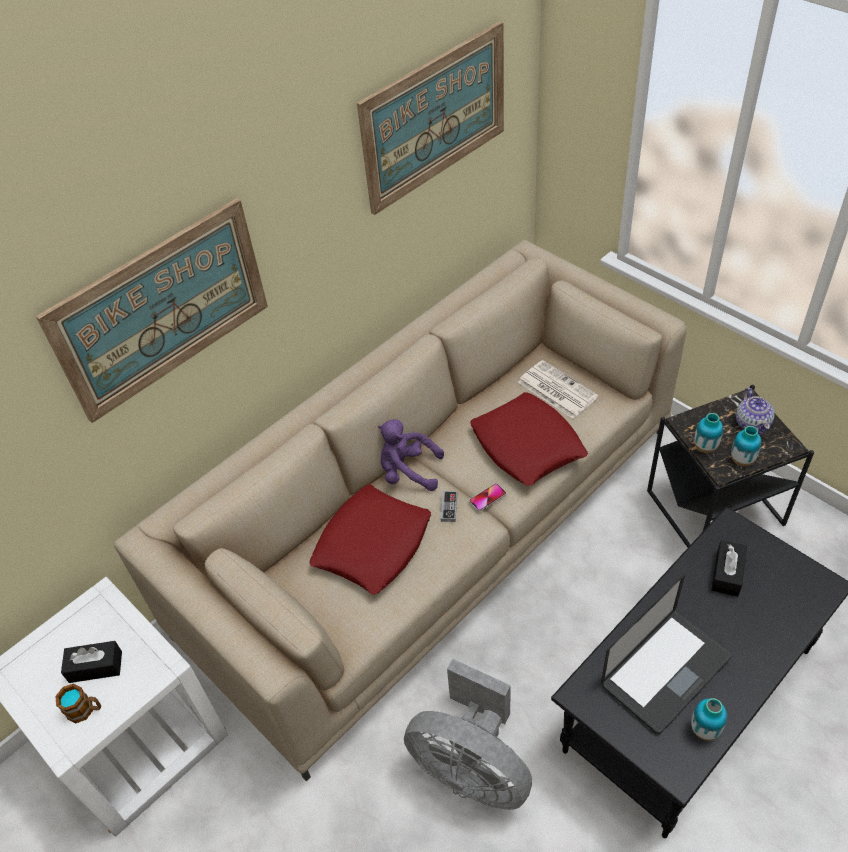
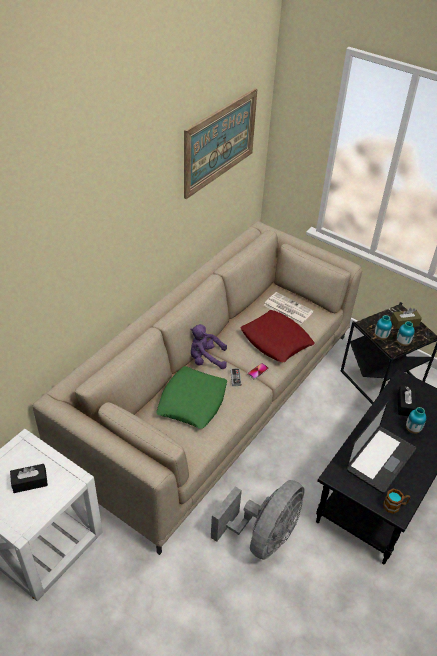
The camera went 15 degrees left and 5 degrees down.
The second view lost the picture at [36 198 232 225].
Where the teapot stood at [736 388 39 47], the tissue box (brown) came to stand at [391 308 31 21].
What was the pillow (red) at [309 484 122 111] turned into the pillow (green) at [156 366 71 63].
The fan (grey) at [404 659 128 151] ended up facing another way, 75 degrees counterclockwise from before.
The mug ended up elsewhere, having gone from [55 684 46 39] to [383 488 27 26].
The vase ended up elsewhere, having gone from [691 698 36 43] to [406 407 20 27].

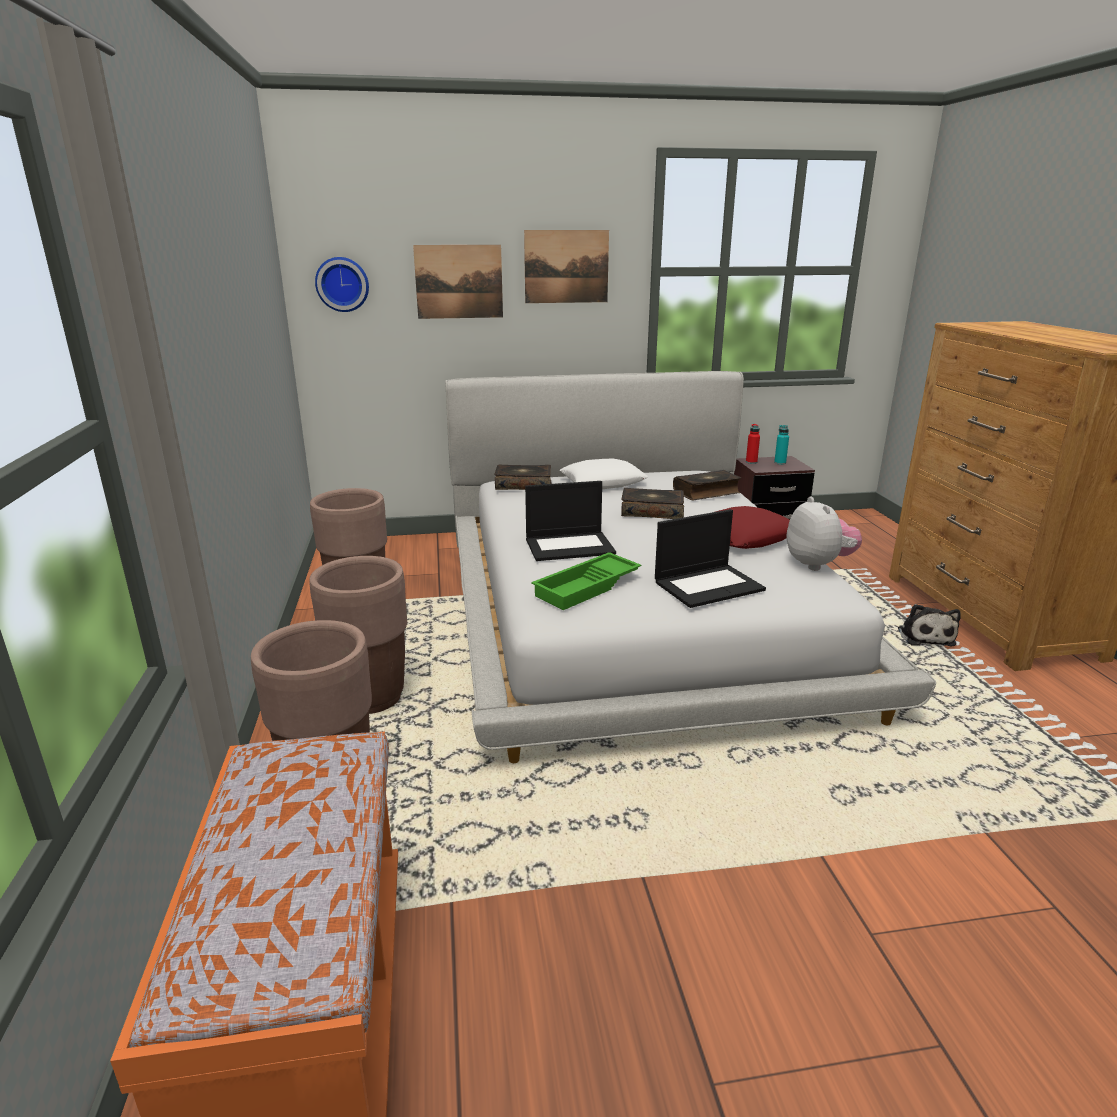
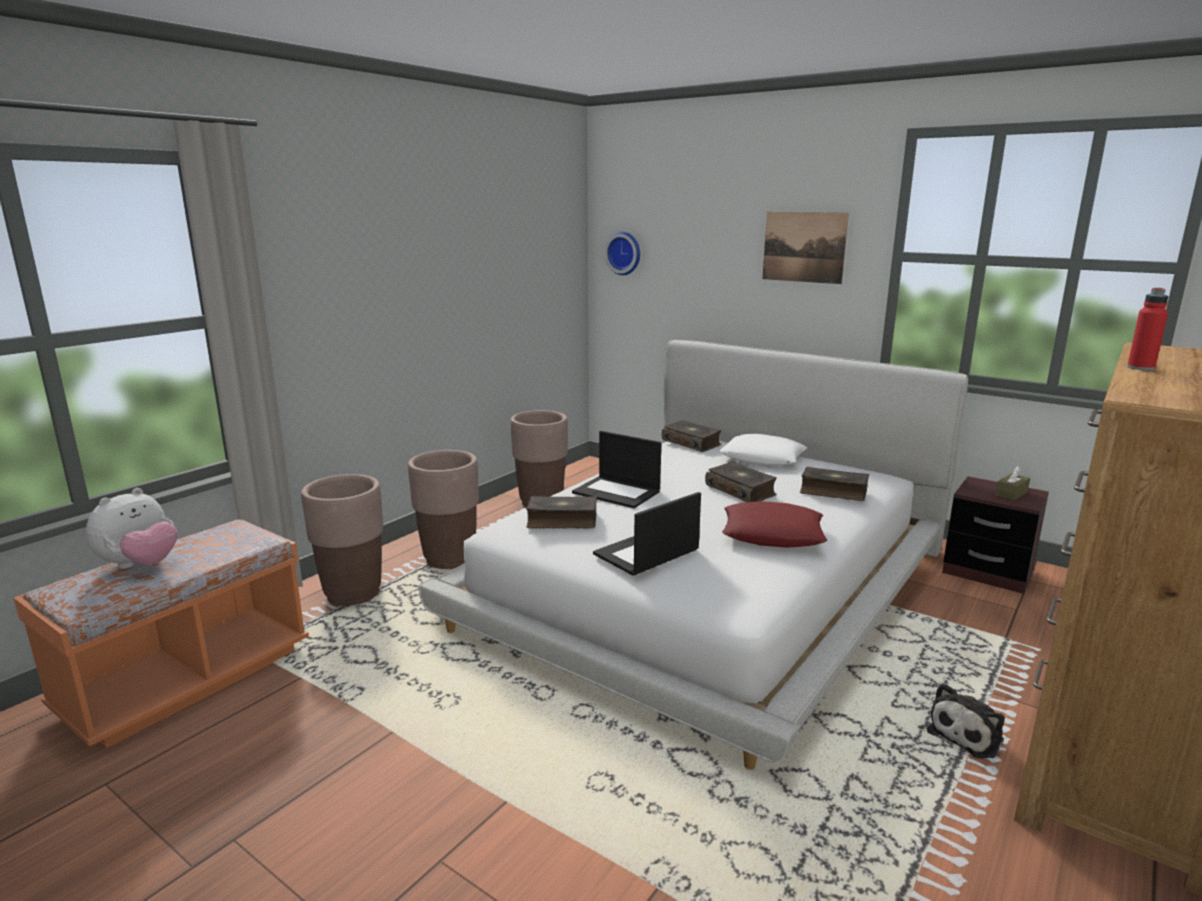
The camera went 45 degrees right and 5 degrees down.
The second view lost the picture at [413 245 90 74].
The bottle (red) ended up elsewhere, having gone from [746 424 14 40] to [1127 288 41 83].
Where the bottle (turquoise) stood at [774 425 15 40], the tissue box (brown) came to stand at [995 466 35 34].
The plush toy ended up elsewhere, having gone from [787 496 75 75] to [86 488 91 81].
The laptop at [655 509 111 99] ended up facing another way, 120 degrees clockwise from before.
Where the tray (green) stood at [531 552 110 58], the book came to stand at [526 496 71 33].

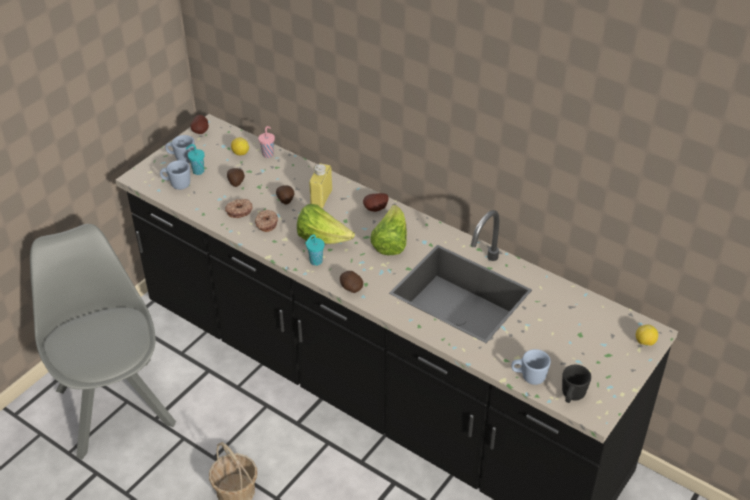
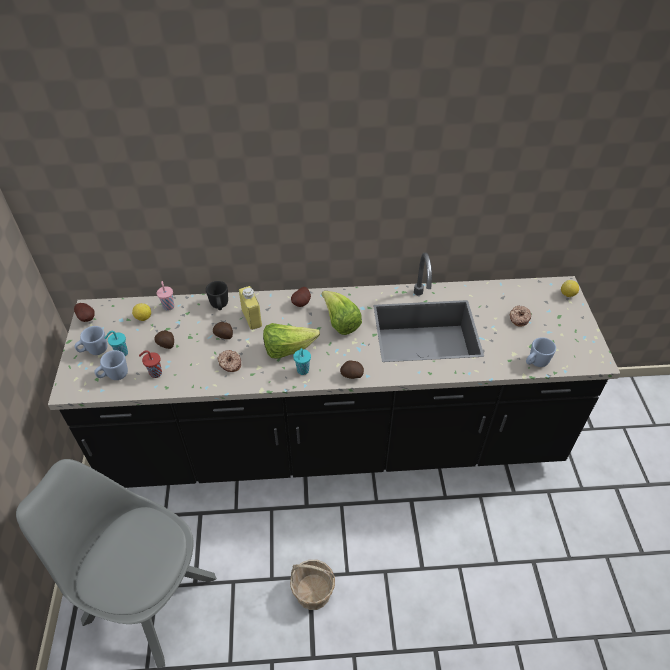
The camera went 40 degrees left and 5 degrees up.
The donut ended up elsewhere, having gone from [225 199 28 19] to [509 305 23 22].
The mug (black) ended up elsewhere, having gone from [562 365 29 38] to [206 281 22 29].
The second view gained the cup (red) at [139 350 23 28].

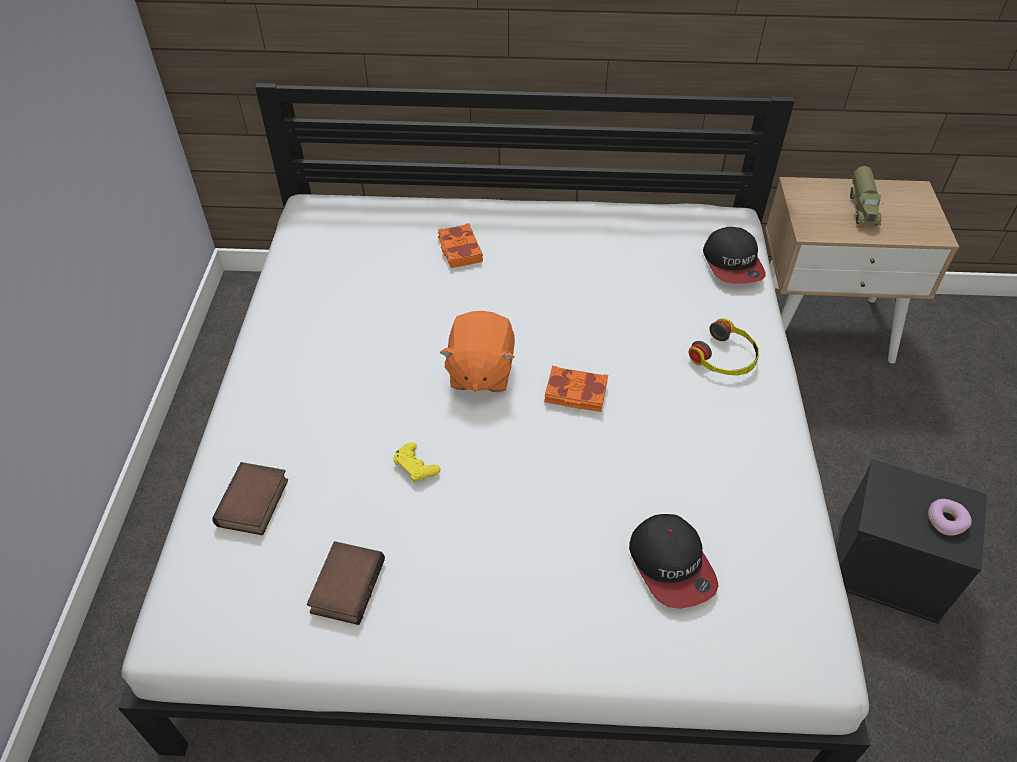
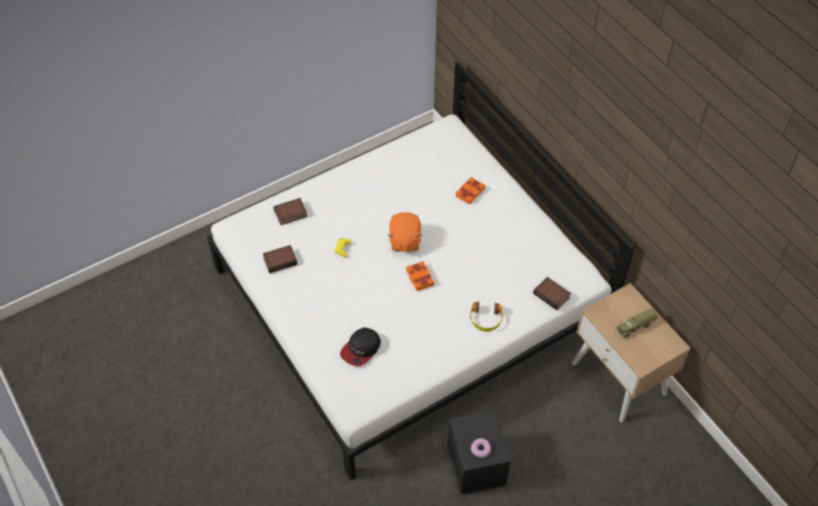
The camera went 55 degrees right and 5 degrees up.
Where the cap stood at [703 227 63 57], the book came to stand at [533 277 38 33].
The plush toy (orange) at [440 311 75 81] ended up facing another way, 60 degrees counterclockwise from before.

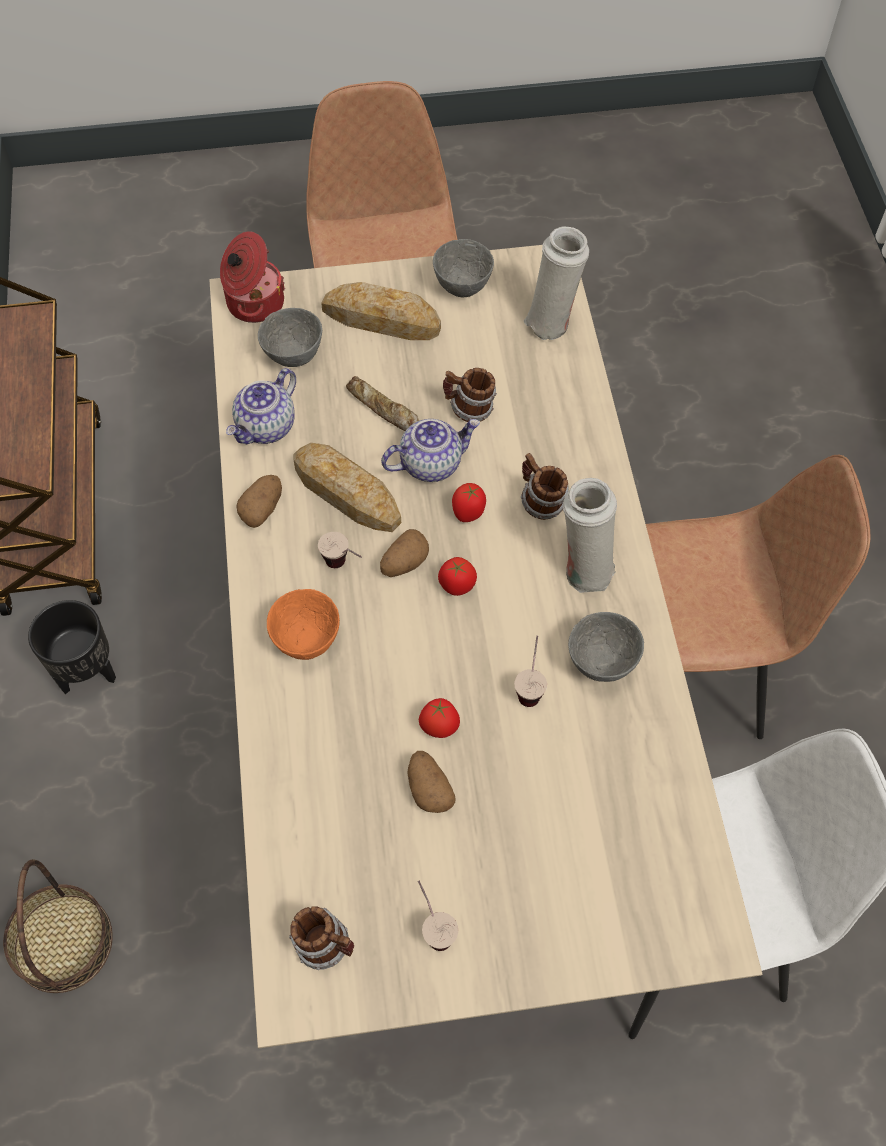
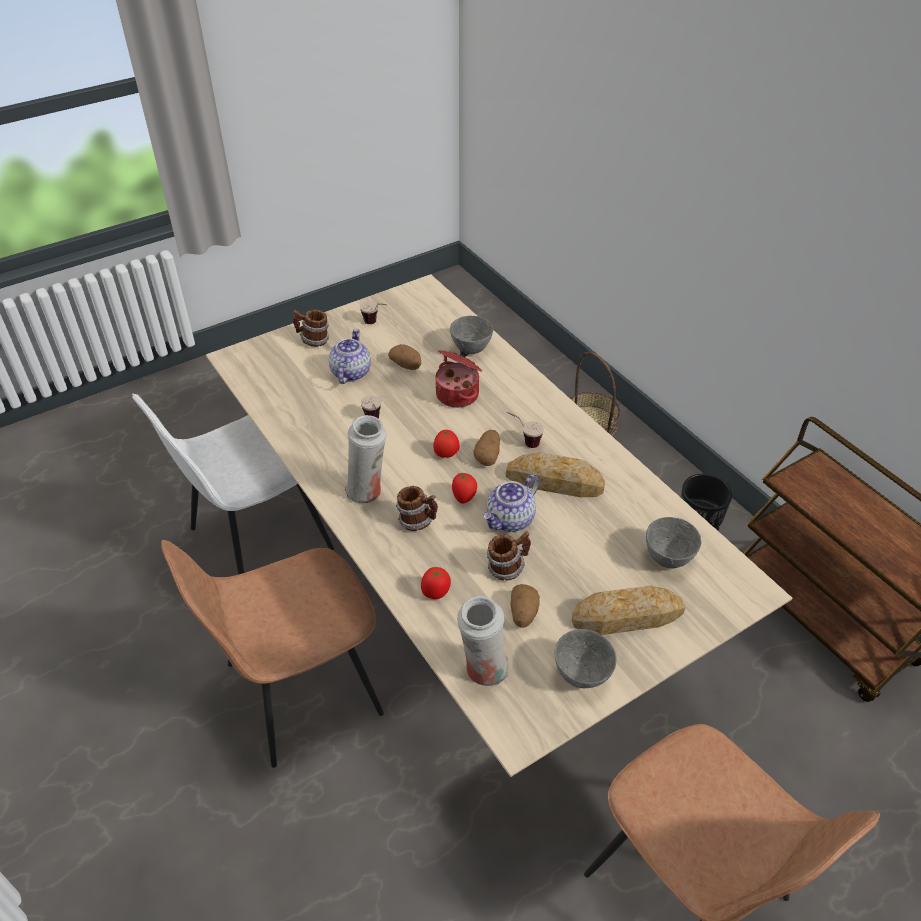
The camera went 155 degrees right and 15 degrees down.
The cooking pot ended up elsewhere, having gone from [220 231 65 92] to [436 348 47 60].
The teapot ended up elsewhere, having gone from [226 368 70 76] to [329 329 42 55].
The second view lost the bread at [346 376 73 55].
The potato ended up elsewhere, having gone from [236 475 46 53] to [511 584 29 44].
The second view lost the bowl (orange) at [267 589 73 71].
The bowl (grey) ended up elsewhere, having gone from [568 612 76 70] to [450 316 43 38].
The tomato ended up elsewhere, having gone from [419 698 41 40] to [421 567 30 32].
The mug ended up elsewhere, having gone from [289 906 65 64] to [293 309 36 38].

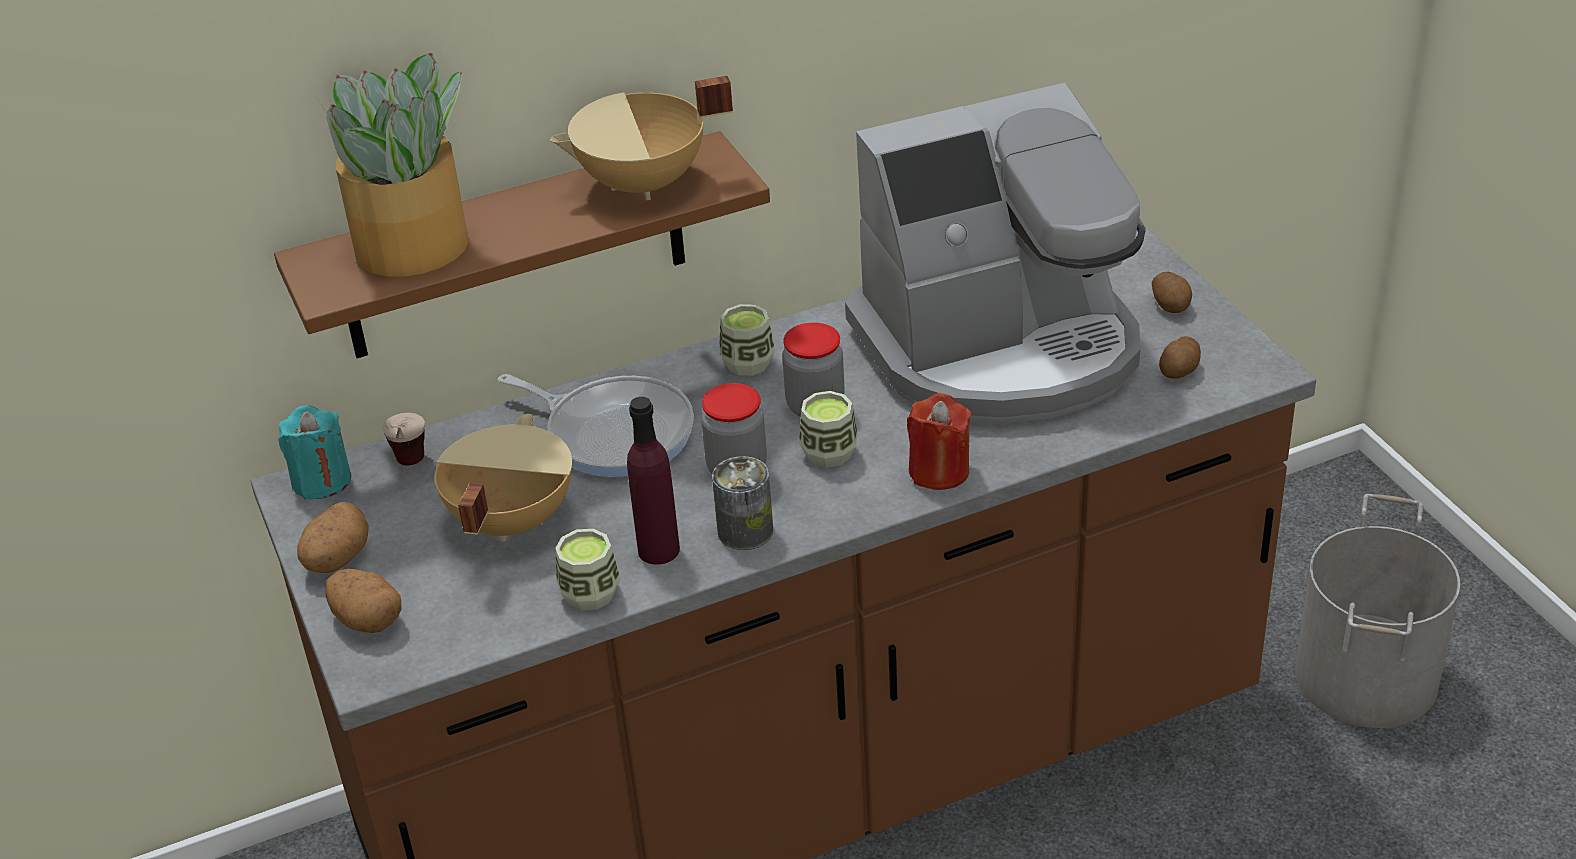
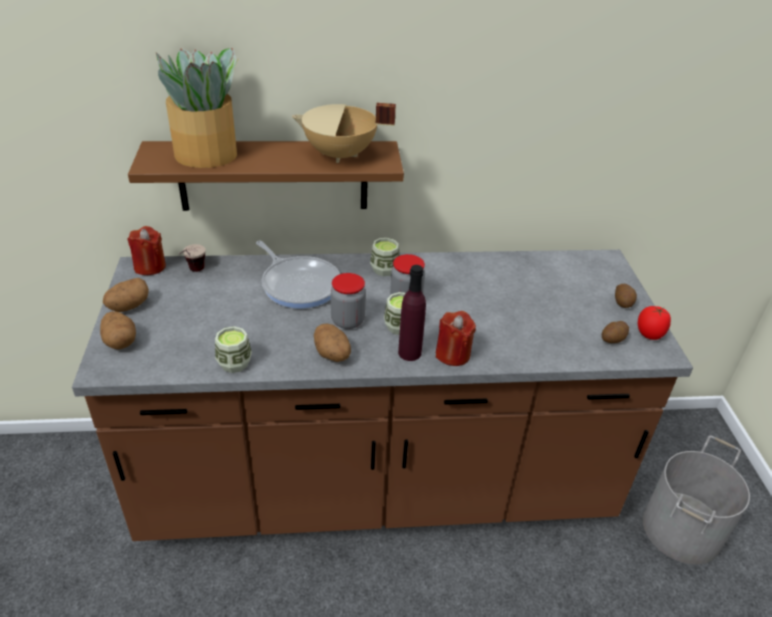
The camera went 15 degrees right and 0 degrees up.
The second view lost the coffee machine at [845 83 301 340].
The bottle (purple) ended up elsewhere, having gone from [627 397 53 168] to [398 265 28 96].
What was the candle (turquoise) at [278 406 73 94] turned into the candle (red) at [128 226 38 49].
The second view lost the cooking pot (beige) at [435 414 137 127].
Where the can stood at [712 456 61 94], the potato came to stand at [314 323 37 39].
The second view gained the tomato at [638 306 33 34].

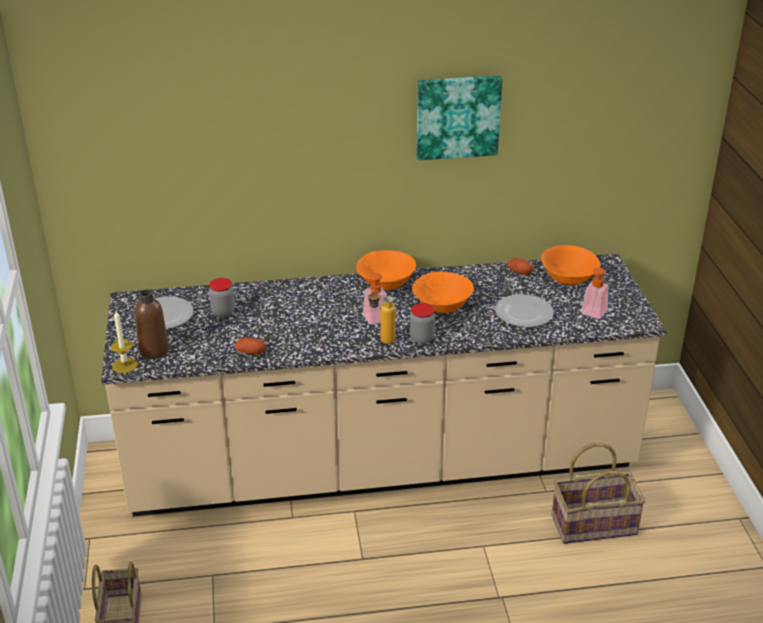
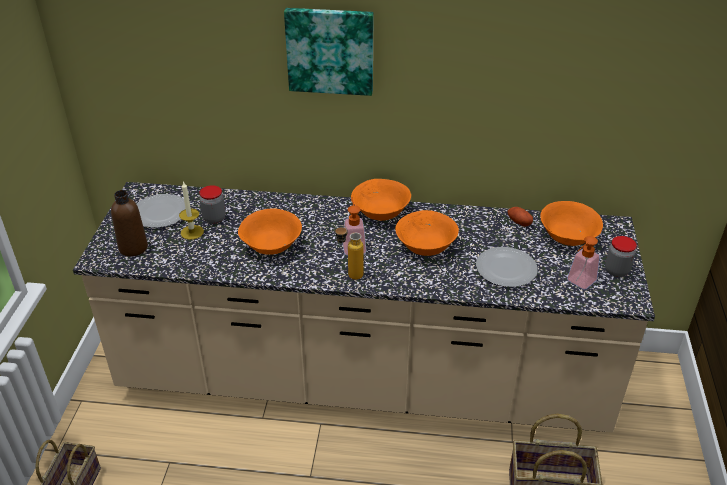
The camera went 15 degrees right and 5 degrees up.
The picture ended up elsewhere, having gone from [416 76 86 84] to [284 8 90 88].
The jar ended up elsewhere, having gone from [410 303 25 41] to [605 236 32 41].
The candle ended up elsewhere, having gone from [111 311 27 62] to [179 181 25 59].
The second view lost the potato at [234 338 32 17].
The second view gained the bowl (orange) at [238 208 64 47].

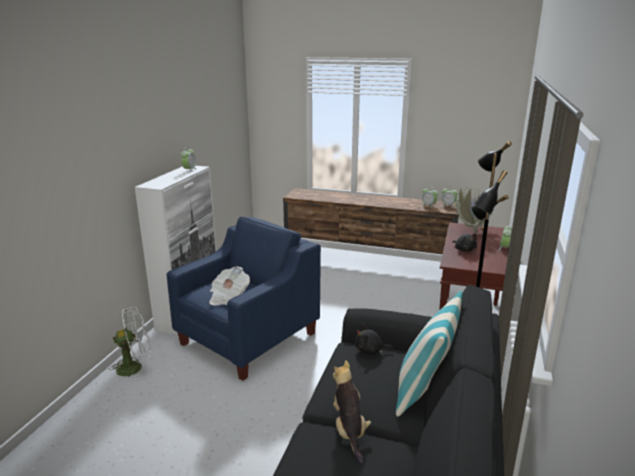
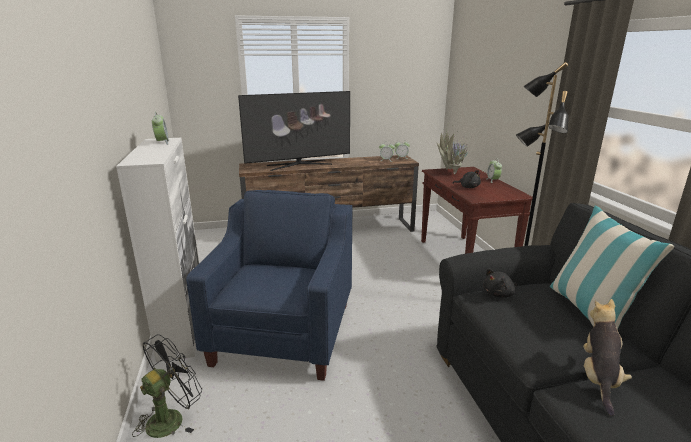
The camera went 30 degrees left and 0 degrees up.
The second view lost the newspaper at [209 266 41 39].
What was the fan (white) at [109 307 42 73] turned into the fan (black) at [132 334 70 104].
The plush toy at [333 360 38 103] ended up facing another way, 60 degrees clockwise from before.
The second view gained the television at [238 91 112 80].

